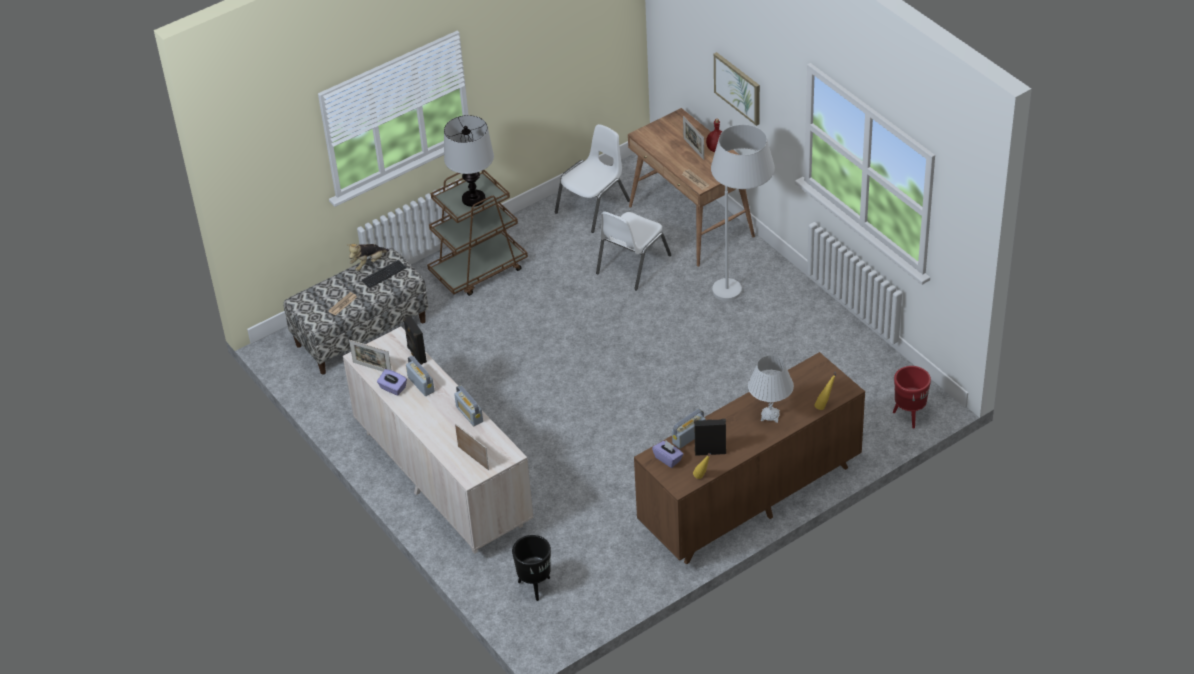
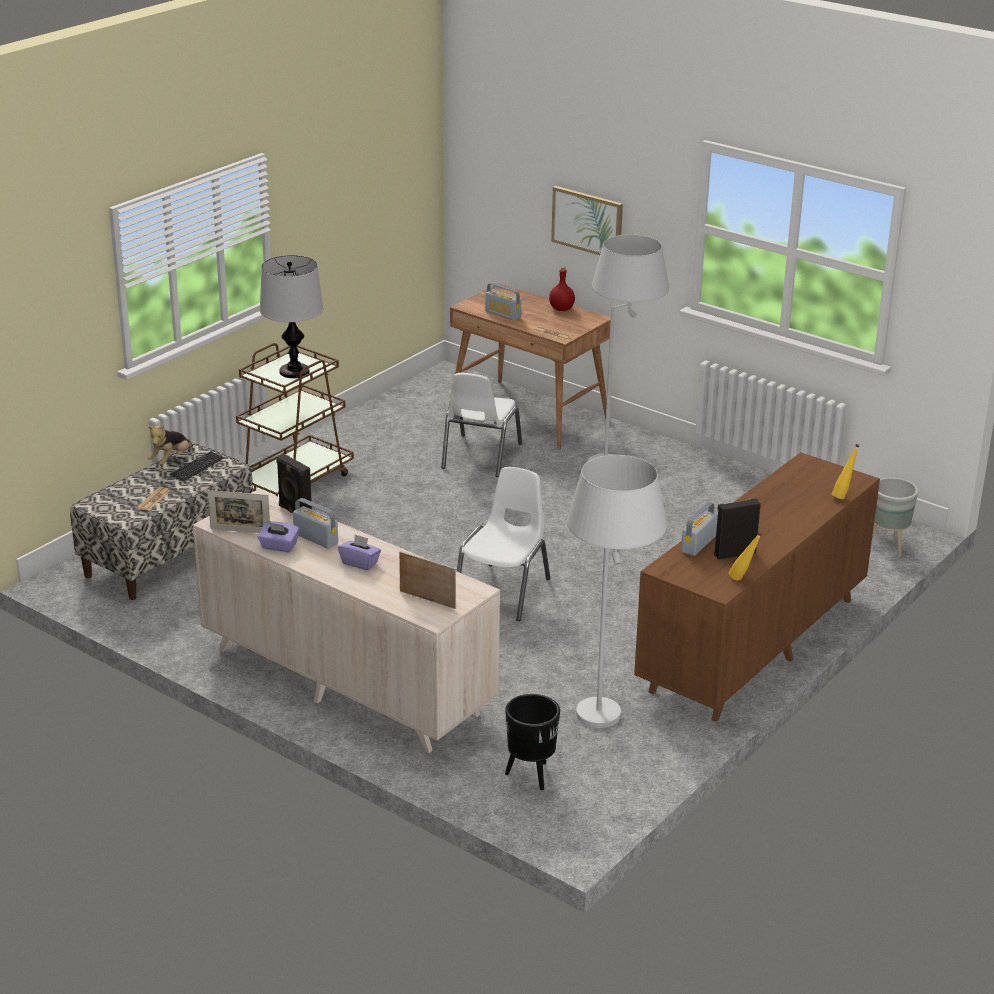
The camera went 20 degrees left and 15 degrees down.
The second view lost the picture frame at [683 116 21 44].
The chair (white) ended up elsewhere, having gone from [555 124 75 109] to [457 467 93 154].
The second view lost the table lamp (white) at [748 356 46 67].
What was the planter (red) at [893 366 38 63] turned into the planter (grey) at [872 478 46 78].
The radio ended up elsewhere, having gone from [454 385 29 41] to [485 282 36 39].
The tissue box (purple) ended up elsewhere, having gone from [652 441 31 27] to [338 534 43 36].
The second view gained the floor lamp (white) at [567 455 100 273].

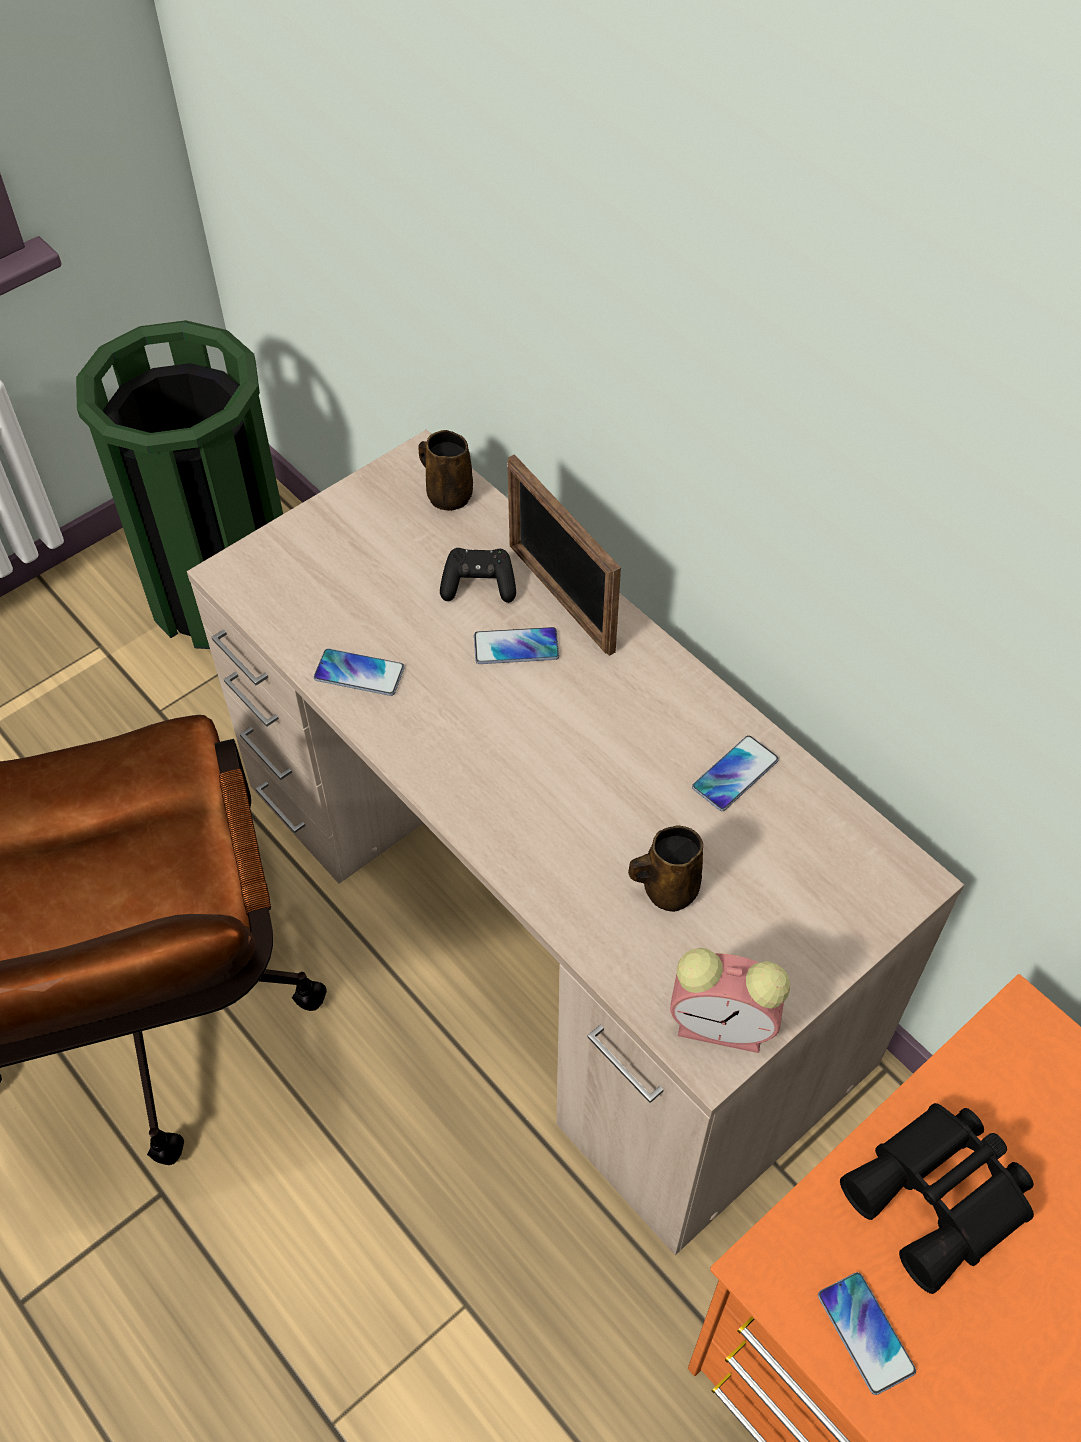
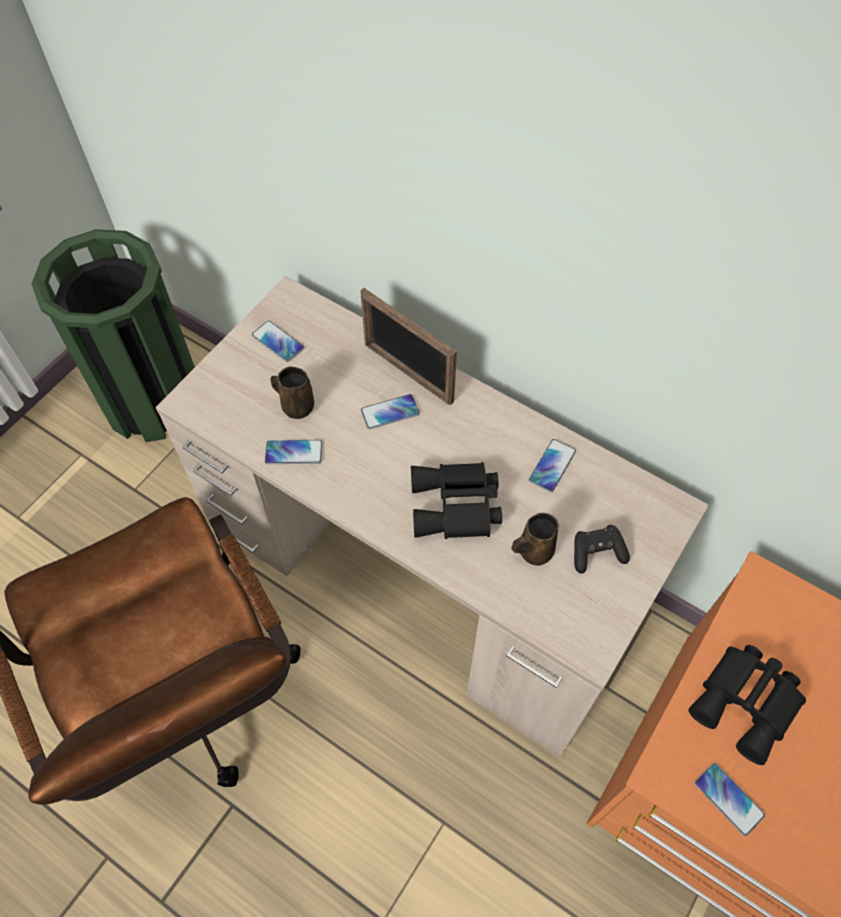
The camera went 15 degrees left and 5 degrees up.
The mug (brown) ended up elsewhere, having gone from [418 430 55 81] to [270 366 44 53].
The game controller (black) ended up elsewhere, having gone from [440 548 76 55] to [574 525 56 49].
The second view lost the alarm clock at [670 948 120 105].
The second view gained the phone at [252 321 52 41].
The second view gained the binoculars (black) at [411 462 91 77].

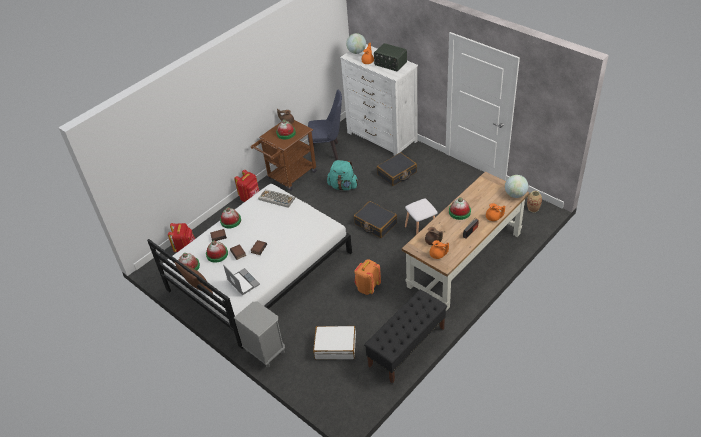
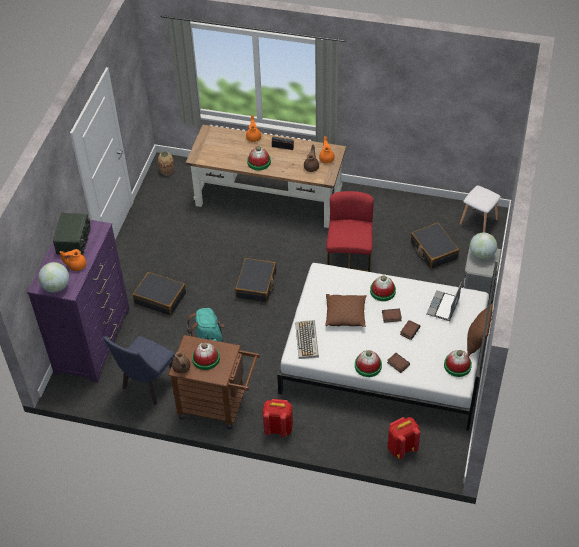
The camera went 120 degrees left and 5 degrees up.
What was the dresser (white) at [340 44 78 112] turned into the dresser (purple) at [27 220 103 163].
The chair (blue) at [308 90 34 70] ended up facing another way, 120 degrees counterclockwise from before.
The globe ended up elsewhere, having gone from [505 175 23 23] to [470 232 27 28].
The stool (white) ended up elsewhere, having gone from [405 198 33 37] to [460 185 41 48].
The hat ended up elsewhere, having gone from [206 240 22 23] to [370 275 26 26].
Where the backpack (orange) stood at [354 259 27 36], the chair (red) came to stand at [326 191 48 81].
The second view lost the bench (black) at [364 290 83 94].
What was the suitcase (white) at [313 326 43 34] turned into the suitcase (black) at [411 222 48 47].
The second view gained the pillow (brown) at [325 294 42 33].

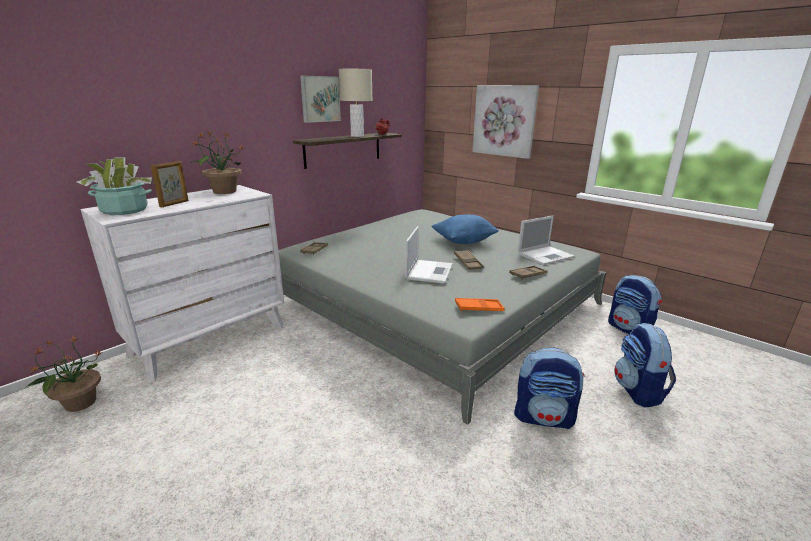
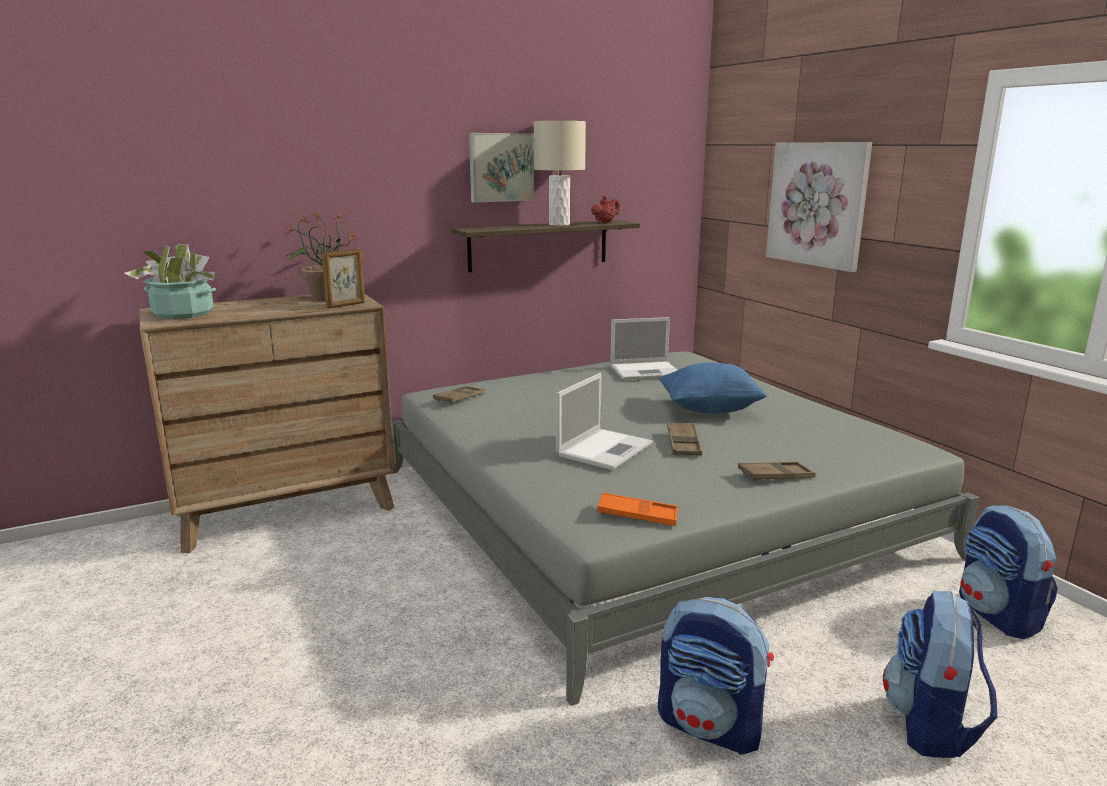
The camera went 20 degrees right and 5 degrees down.
The picture frame ended up elsewhere, having gone from [151 161 37 46] to [322 249 43 59].
What was the dresser (white) at [80 185 204 197] turned into the dresser (brown) at [140 294 255 259].
The laptop ended up elsewhere, having gone from [518 215 56 50] to [610 317 68 63].
The second view lost the potted plant at [28 336 76 76].

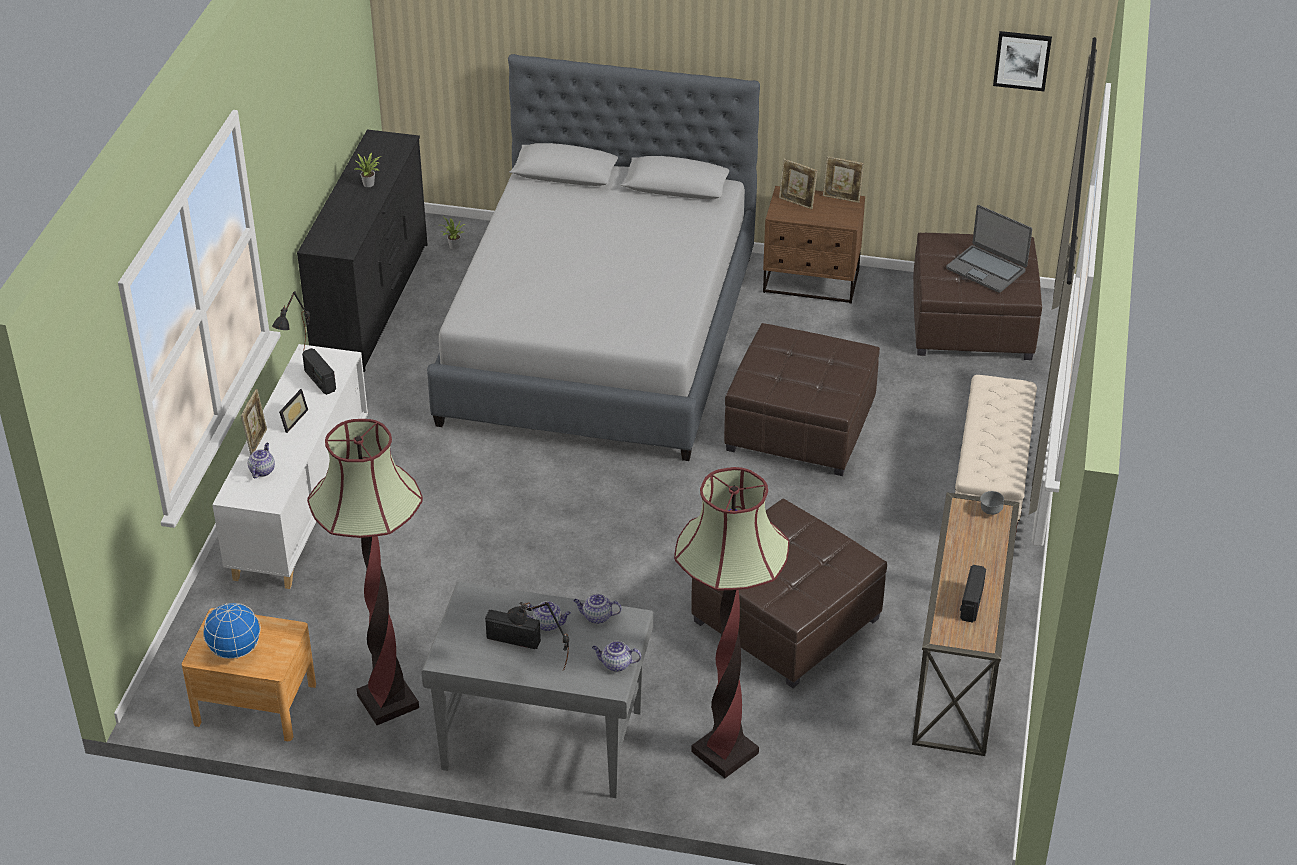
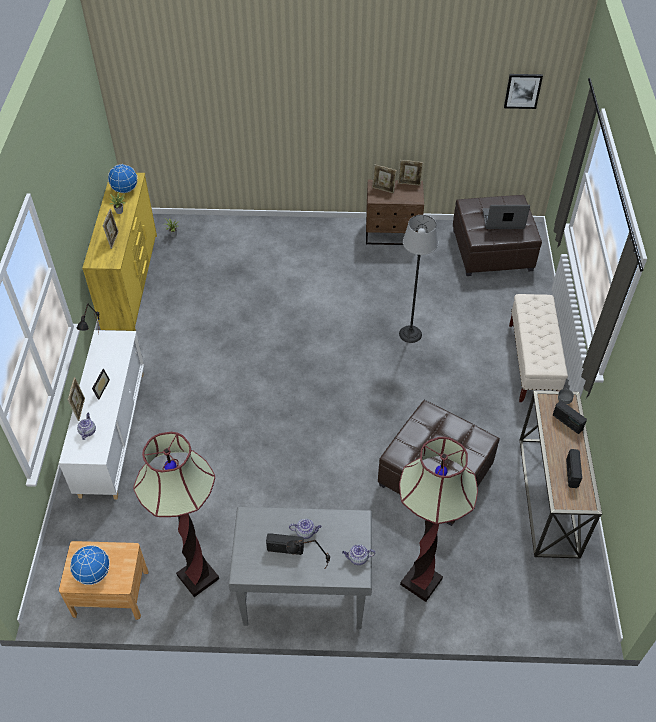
The camera went 10 degrees left and 10 degrees up.
The second view lost the bed (grey) at [427 54 333 407].
What was the dresser (black) at [297 130 130 242] turned into the dresser (yellow) at [82 173 75 158].
The laptop at [946 205 86 88] ended up facing another way, 150 degrees clockwise from before.
Where the ottoman (brown) stood at [724 323 156 153], the floor lamp came to stand at [399 215 39 128].
The radio ended up elsewhere, having gone from [302 348 34 47] to [553 401 34 33].
The second view lost the teapot at [573 594 49 30].
The second view gained the globe at [108 164 30 30].
The second view gained the picture frame at [103 209 16 40].

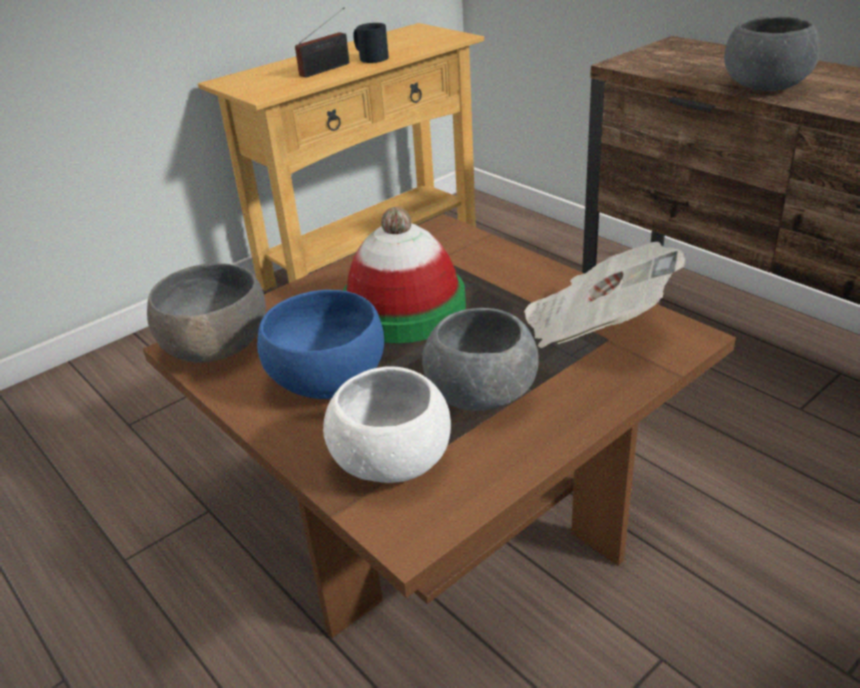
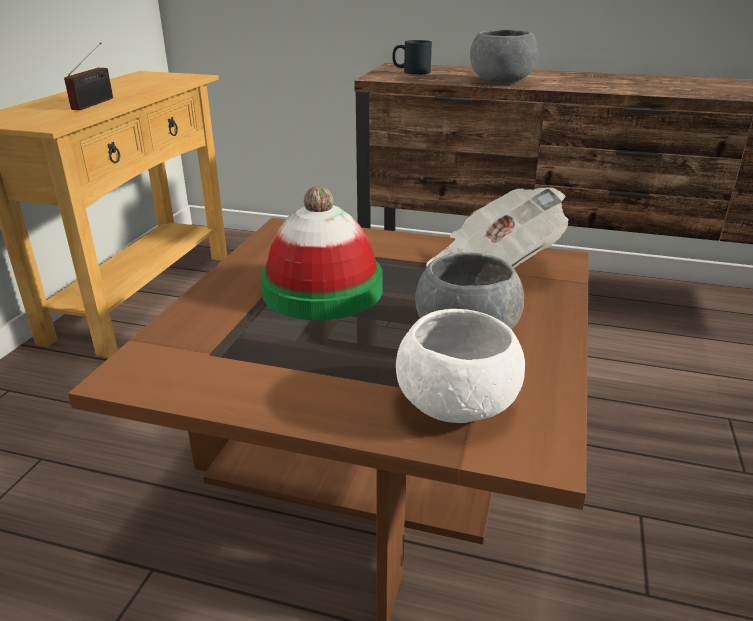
The camera went 35 degrees left and 5 degrees down.
The mug (black) ended up elsewhere, having gone from [353 23 36 40] to [392 40 40 35].
The second view lost the bowl (grey) at [147 263 119 100].
The second view lost the bowl (blue) at [257 290 127 109].

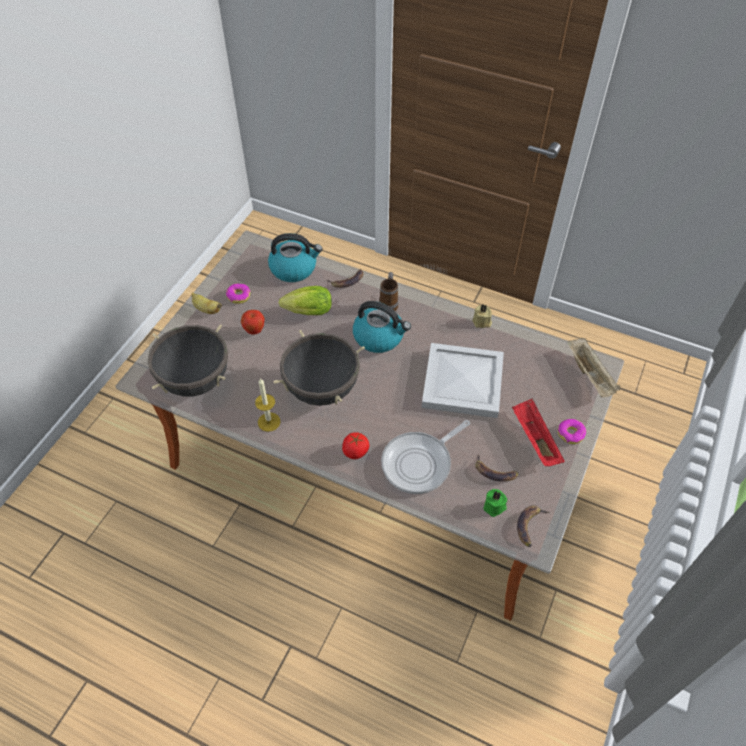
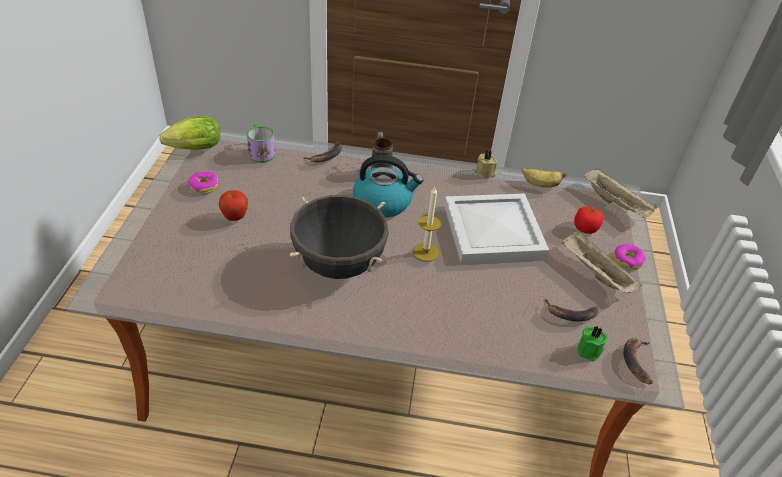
The camera went 20 degrees left and 10 degrees down.
Where the kettle stood at [268 233 55 49], the mug came to stand at [247 123 28 40].
The lettuce ended up elsewhere, having gone from [278 286 54 29] to [159 116 61 34].
The banana ended up elsewhere, having gone from [191 292 31 22] to [522 168 44 20].
The second view lost the cooking pot (black) at [148 325 80 71].
The candle ended up elsewhere, having gone from [255 378 25 54] to [413 187 28 74].
What was the tray (red) at [512 399 53 68] turned into the tray (beige) at [561 230 82 63].
The second view lost the frying pan at [381 420 89 74].
The tomato ended up elsewhere, having gone from [342 432 27 27] to [574 206 29 28].

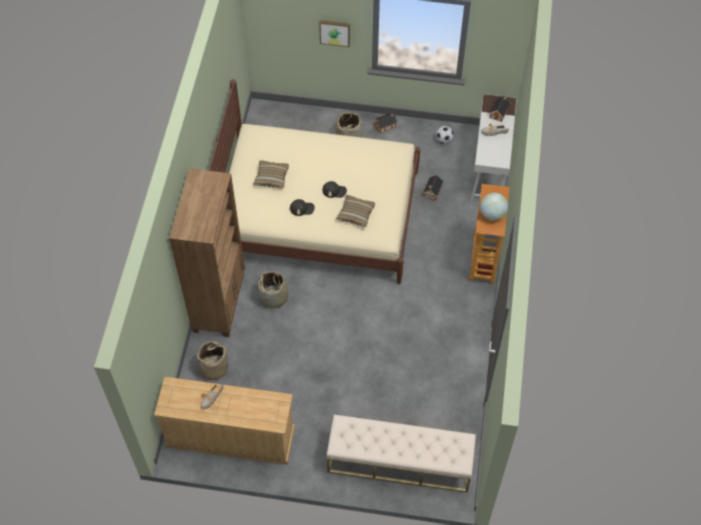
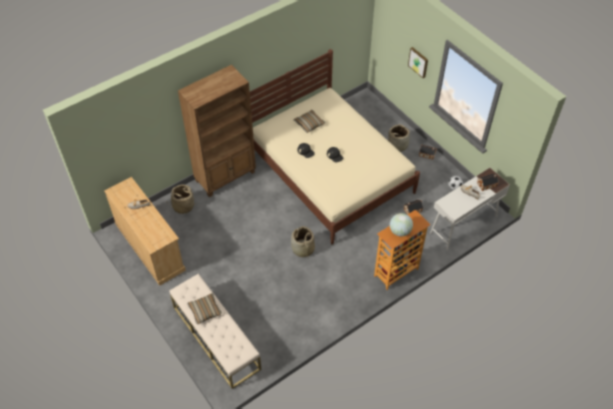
The camera went 45 degrees right and 5 degrees down.
The pillow ended up elsewhere, having gone from [336 195 39 32] to [188 293 34 31].
The basket ended up elsewhere, having gone from [257 271 32 38] to [291 226 24 31].

